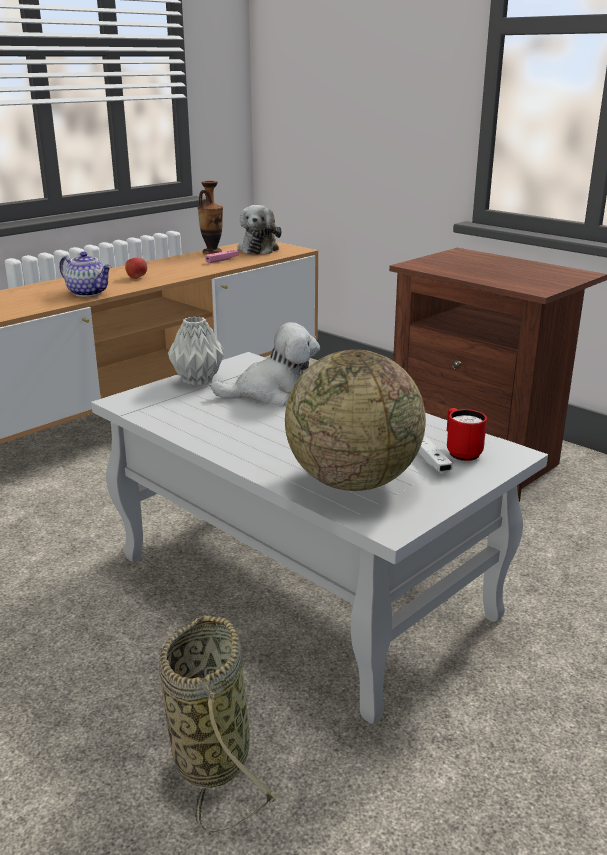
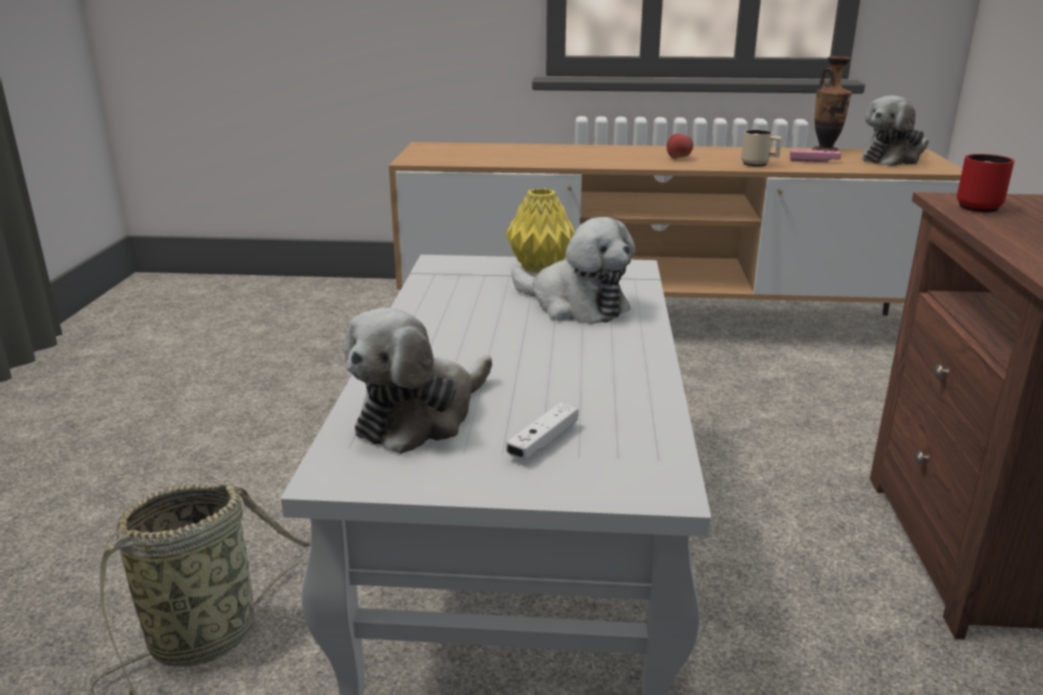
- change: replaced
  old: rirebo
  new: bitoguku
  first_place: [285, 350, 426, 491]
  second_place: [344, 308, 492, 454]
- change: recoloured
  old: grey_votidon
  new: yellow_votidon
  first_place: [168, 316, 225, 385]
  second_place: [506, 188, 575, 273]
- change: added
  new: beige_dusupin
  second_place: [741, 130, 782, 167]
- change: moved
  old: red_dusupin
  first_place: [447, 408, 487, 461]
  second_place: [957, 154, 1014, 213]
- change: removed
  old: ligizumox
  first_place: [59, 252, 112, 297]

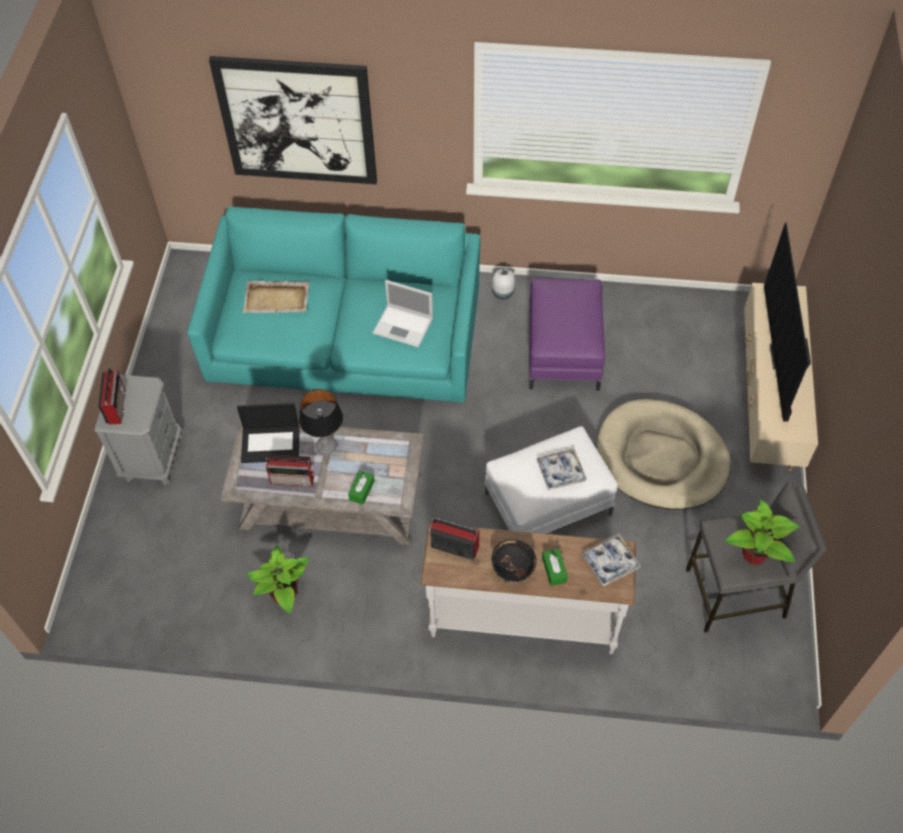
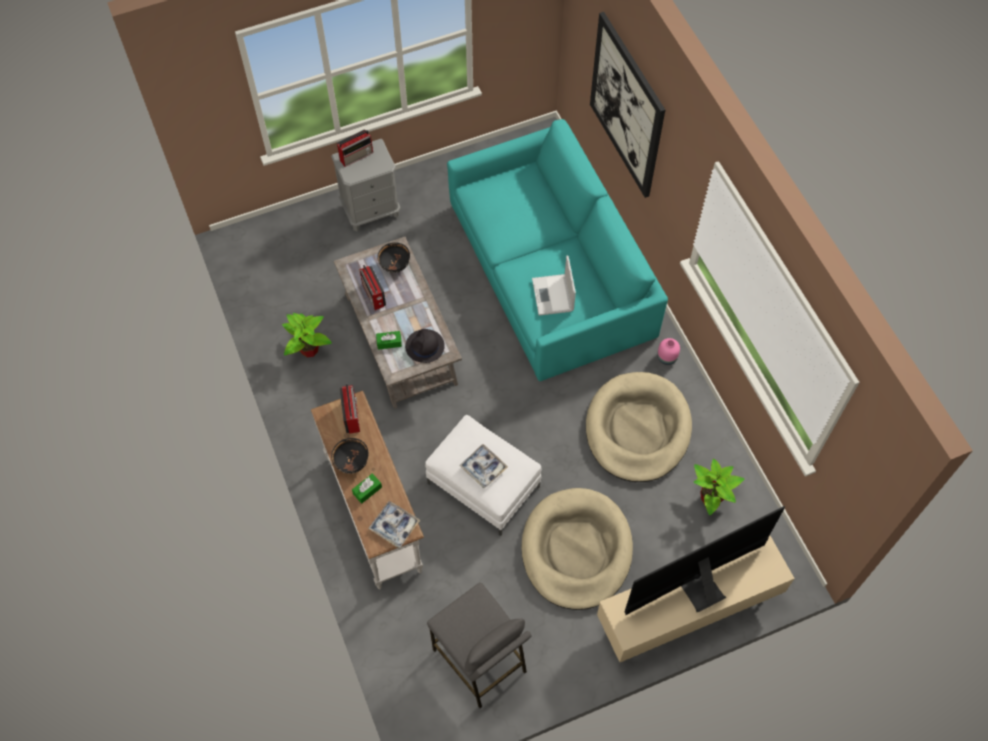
- change: replaced
  old: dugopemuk
  new: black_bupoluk
  first_place: [237, 403, 300, 463]
  second_place: [377, 242, 410, 273]
- change: added
  new: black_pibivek
  second_place: [405, 329, 445, 363]
- change: replaced
  old: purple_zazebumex
  new: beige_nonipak
  first_place: [529, 278, 605, 391]
  second_place: [586, 372, 692, 482]
- change: recoloured
  old: white_votidon
  new: pink_votidon
  first_place: [492, 269, 515, 299]
  second_place: [657, 338, 680, 365]
- change: moved
  old: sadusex
  first_place: [725, 500, 800, 565]
  second_place: [694, 458, 744, 515]
- change: removed
  old: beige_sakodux
  first_place: [243, 281, 309, 313]
- change: removed
  old: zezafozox
  first_place: [299, 389, 343, 455]

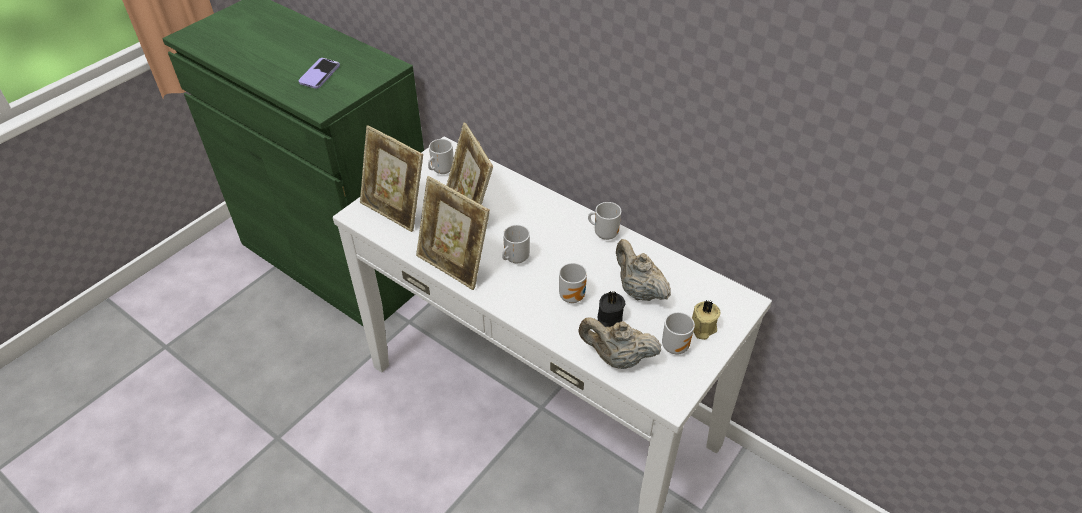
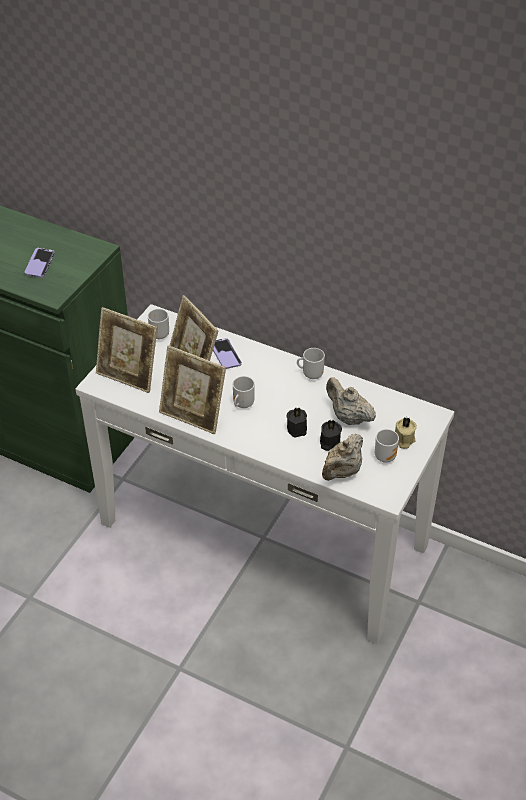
- change: added
  new: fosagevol
  second_place: [213, 338, 242, 369]
- change: replaced
  old: dusupin
  new: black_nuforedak
  first_place: [559, 263, 587, 303]
  second_place: [286, 408, 307, 437]
- change: turned
  old: beige_ligizumox
  first_place: [578, 317, 662, 369]
  second_place: [322, 434, 363, 481]
  degrees: -60

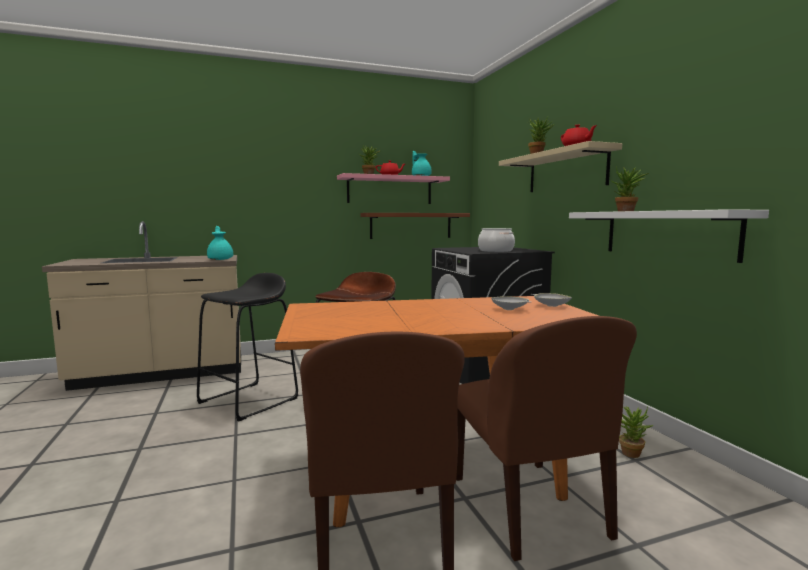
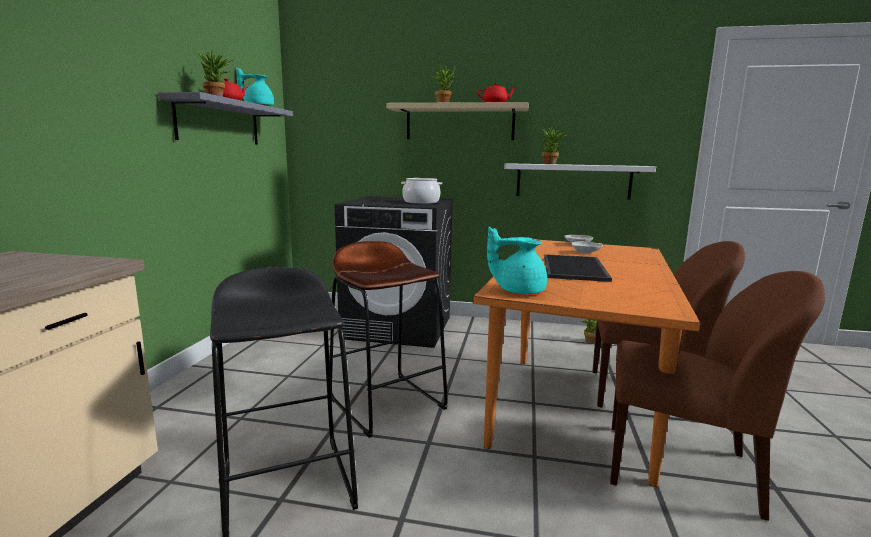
- change: recoloured
  old: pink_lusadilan
  new: grey_lusadilan
  first_place: [337, 173, 450, 204]
  second_place: [158, 92, 293, 145]
- change: moved
  old: turquoise_ligizumox
  first_place: [207, 226, 233, 260]
  second_place: [487, 227, 547, 294]
- change: added
  new: sakodux
  second_place: [544, 254, 612, 282]
- change: removed
  old: brown_lusadilan
  first_place: [360, 213, 470, 239]

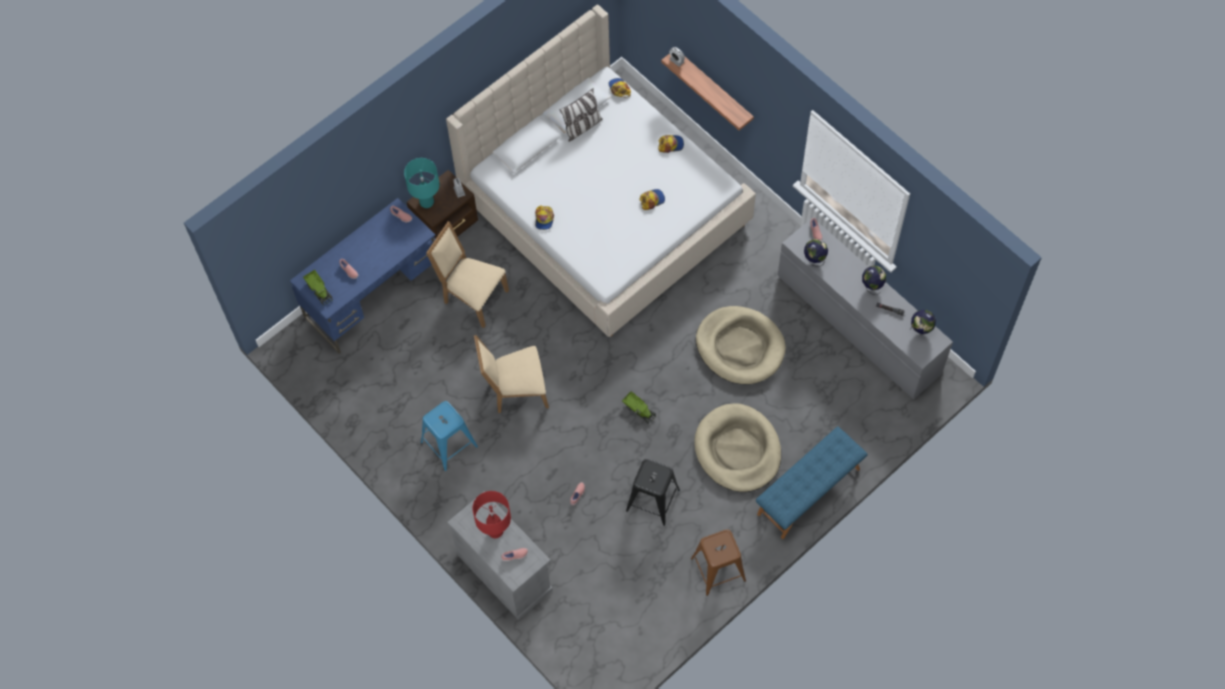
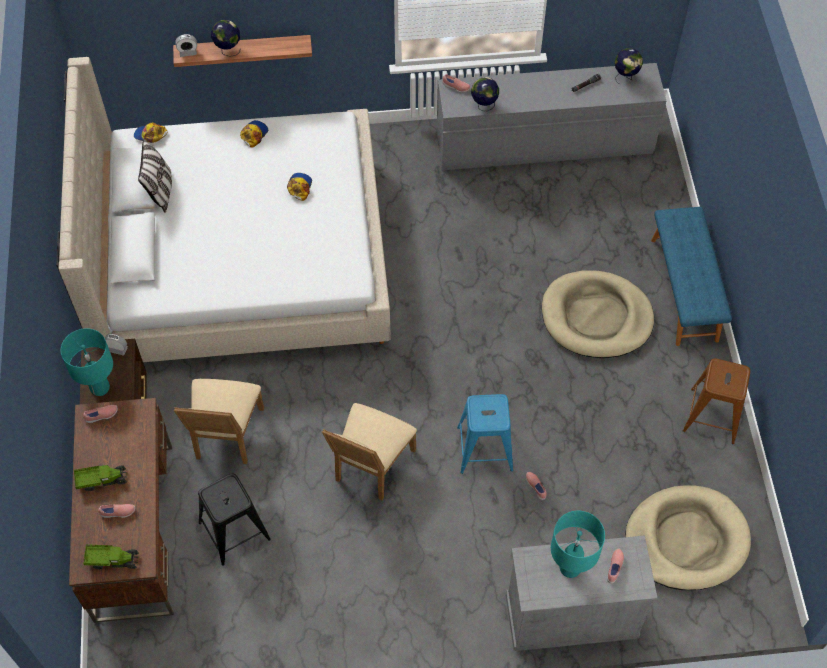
- change: recoloured
  old: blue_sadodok
  new: brown_sadodok
  first_place: [290, 198, 435, 354]
  second_place: [69, 398, 174, 623]
- change: moved
  old: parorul
  first_place: [622, 391, 656, 424]
  second_place: [74, 465, 127, 491]
- change: turned
  old: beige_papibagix
  first_place: [426, 221, 509, 328]
  second_place: [173, 379, 264, 464]
  degrees: -60
- change: moved
  old: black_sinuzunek
  first_place: [626, 459, 680, 526]
  second_place: [198, 474, 271, 566]
- change: moved
  old: rirebo
  first_place: [862, 266, 886, 295]
  second_place: [211, 20, 241, 57]
- change: moved
  old: blue_sinuzunek
  first_place: [421, 401, 478, 471]
  second_place: [457, 394, 513, 474]
- change: recoloured
  old: red_zezafozox
  new: turquoise_zezafozox
  first_place: [473, 491, 511, 538]
  second_place: [551, 511, 605, 578]
- change: moved
  old: beige_nonipak
  first_place: [696, 306, 786, 384]
  second_place: [625, 485, 751, 590]
- change: removed
  old: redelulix
  first_place: [535, 205, 554, 230]

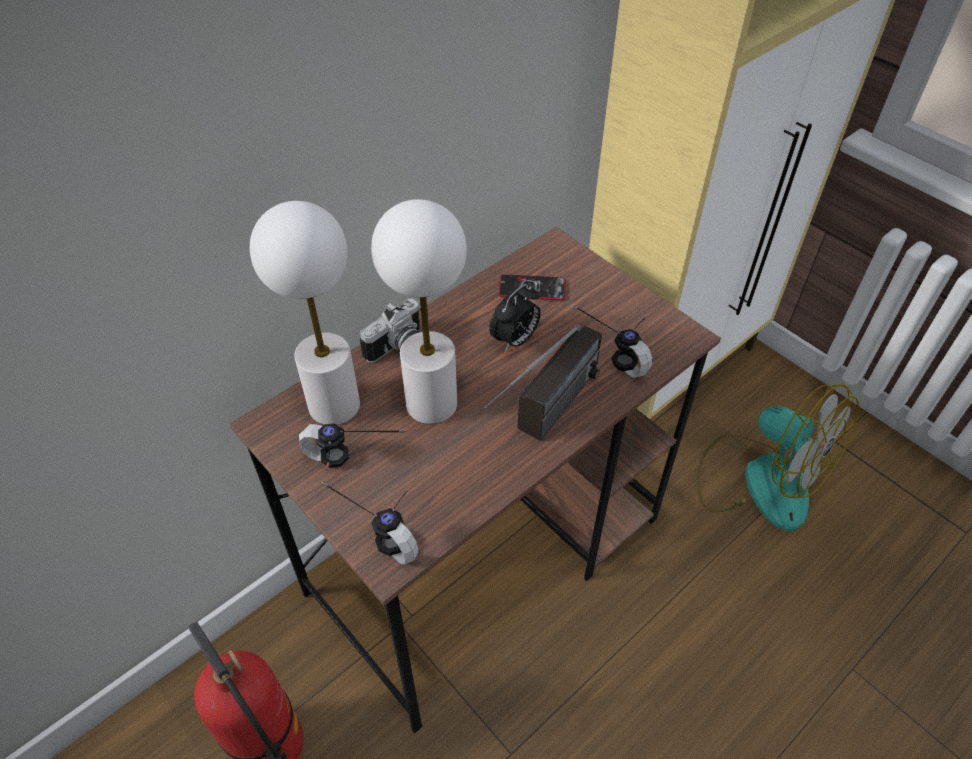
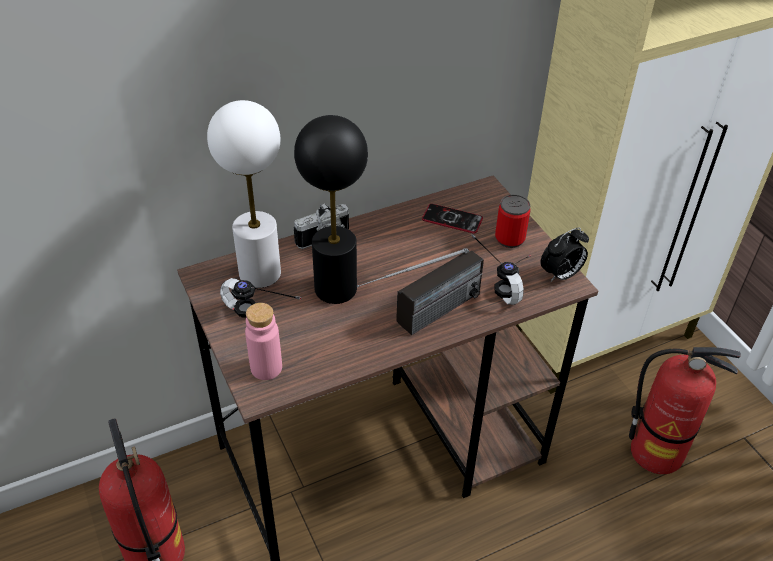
- change: replaced
  old: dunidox
  new: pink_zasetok
  first_place: [321, 481, 419, 564]
  second_place: [245, 303, 282, 380]
- change: recoloured
  old: white_zezafozox
  new: black_zezafozox
  first_place: [371, 199, 467, 424]
  second_place: [294, 115, 368, 304]
- change: added
  new: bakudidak
  second_place: [495, 195, 531, 248]
- change: moved
  old: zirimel
  first_place: [489, 284, 540, 351]
  second_place: [541, 227, 589, 282]
- change: replaced
  old: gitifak
  new: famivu
  first_place: [696, 384, 859, 531]
  second_place: [629, 347, 741, 474]

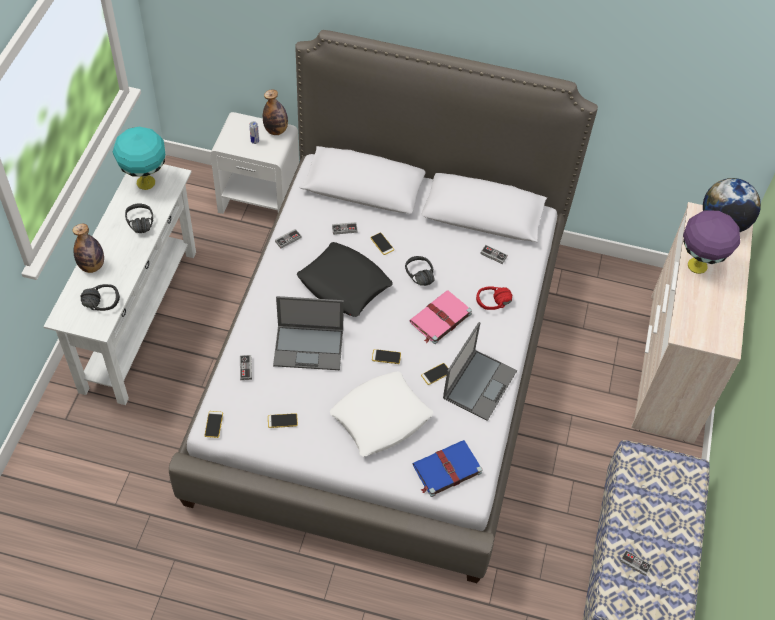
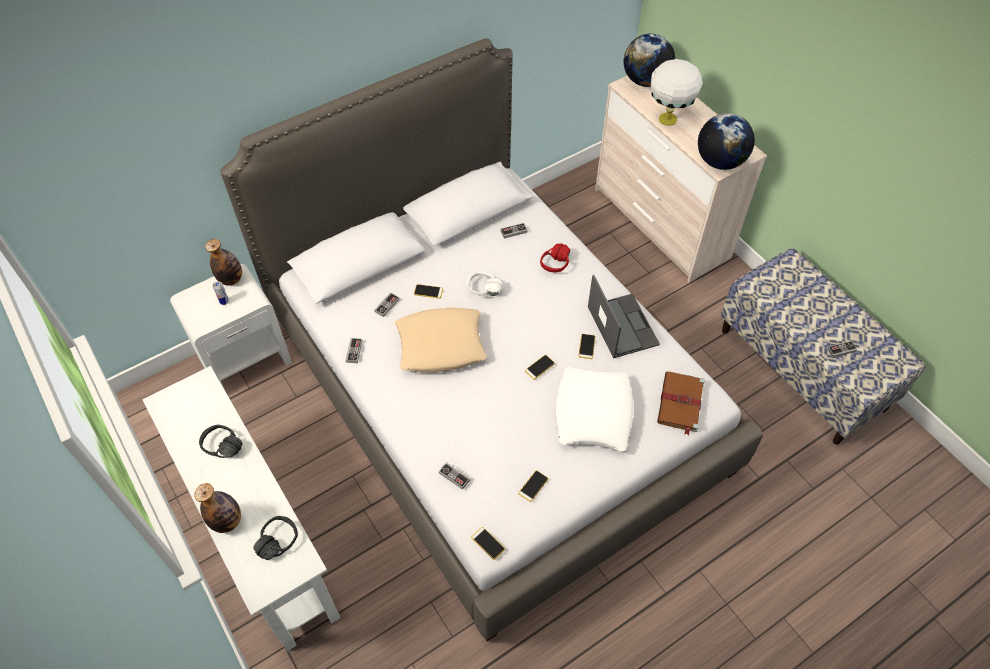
- change: recoloured
  old: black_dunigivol
  new: beige_dunigivol
  first_place: [297, 242, 393, 317]
  second_place: [395, 308, 487, 372]
- change: recoloured
  old: black_dunidox
  new: white_dunidox
  first_place: [405, 256, 435, 286]
  second_place: [466, 272, 503, 297]
- change: recoloured
  old: purple_zezafozox
  new: white_zezafozox
  first_place: [683, 210, 740, 274]
  second_place: [651, 59, 703, 126]
- change: recoloured
  old: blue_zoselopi
  new: brown_zoselopi
  first_place: [413, 440, 483, 497]
  second_place: [657, 372, 705, 435]
- change: added
  new: rirebo
  second_place: [698, 113, 755, 170]
- change: removed
  old: turquoise_zezafozox
  first_place: [113, 127, 165, 190]
- change: removed
  old: dugopemuk
  first_place: [273, 296, 344, 370]
- change: removed
  old: pink_zoselopi
  first_place: [409, 290, 472, 344]

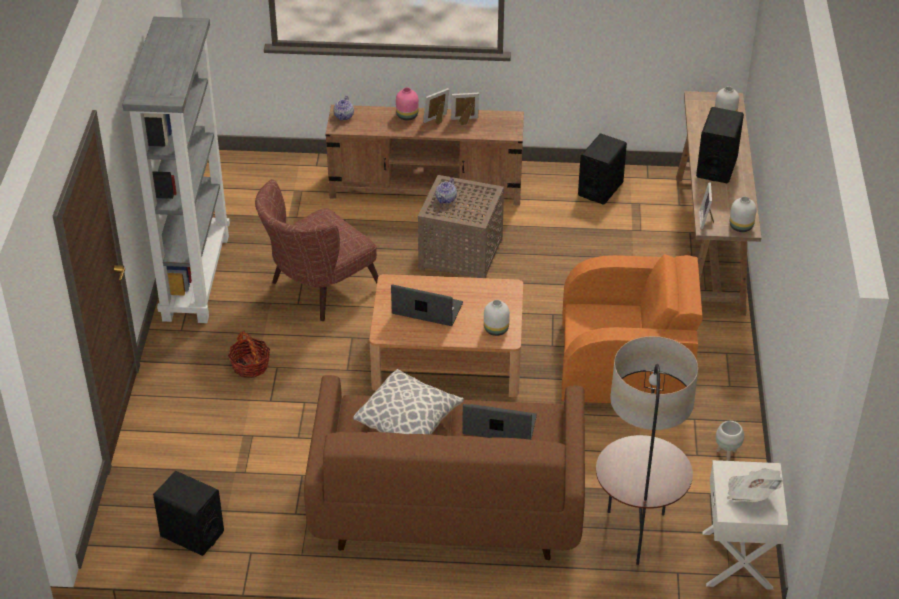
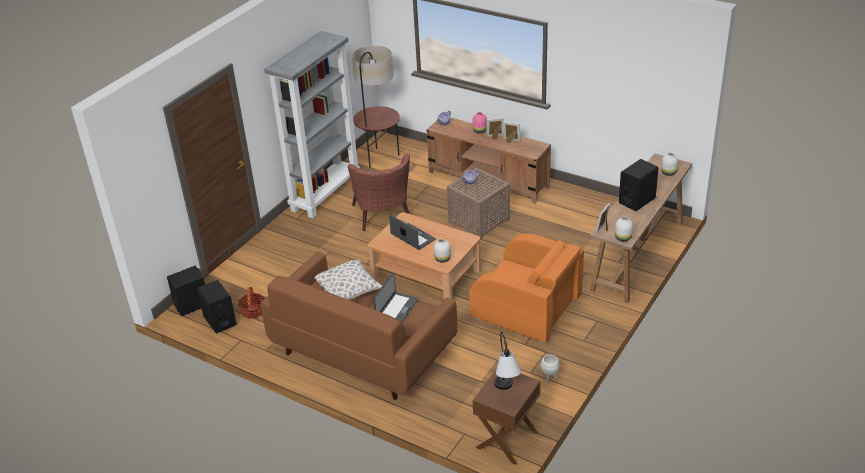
- change: moved
  old: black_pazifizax
  first_place: [578, 134, 627, 205]
  second_place: [167, 266, 205, 316]
- change: moved
  old: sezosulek
  first_place: [228, 331, 270, 378]
  second_place: [238, 287, 265, 319]
- change: turned
  old: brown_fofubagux
  first_place: [255, 179, 379, 321]
  second_place: [348, 154, 410, 231]
  degrees: -90
- change: moved
  old: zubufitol
  first_place: [596, 336, 698, 565]
  second_place: [352, 46, 400, 168]
- change: turned
  old: dugopemuk
  first_place: [462, 404, 537, 440]
  second_place: [373, 272, 419, 323]
  degrees: 75
- change: recoloured
  old: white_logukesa
  new: brown_logukesa
  first_place: [702, 460, 788, 590]
  second_place: [472, 370, 540, 465]
- change: replaced
  old: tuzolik
  new: zezafozox
  first_place: [727, 468, 783, 502]
  second_place: [494, 332, 521, 390]

